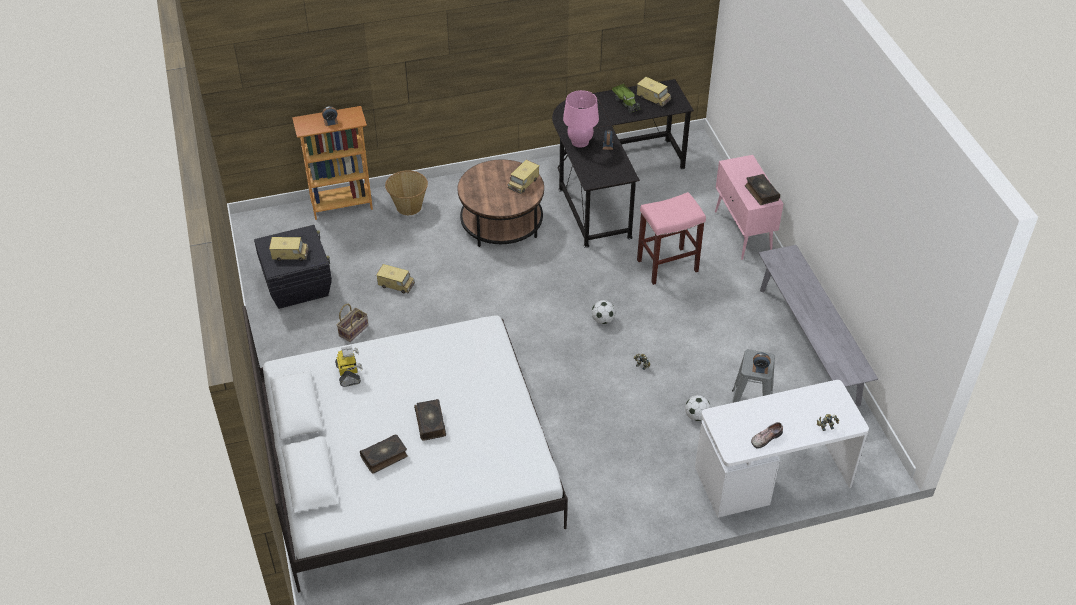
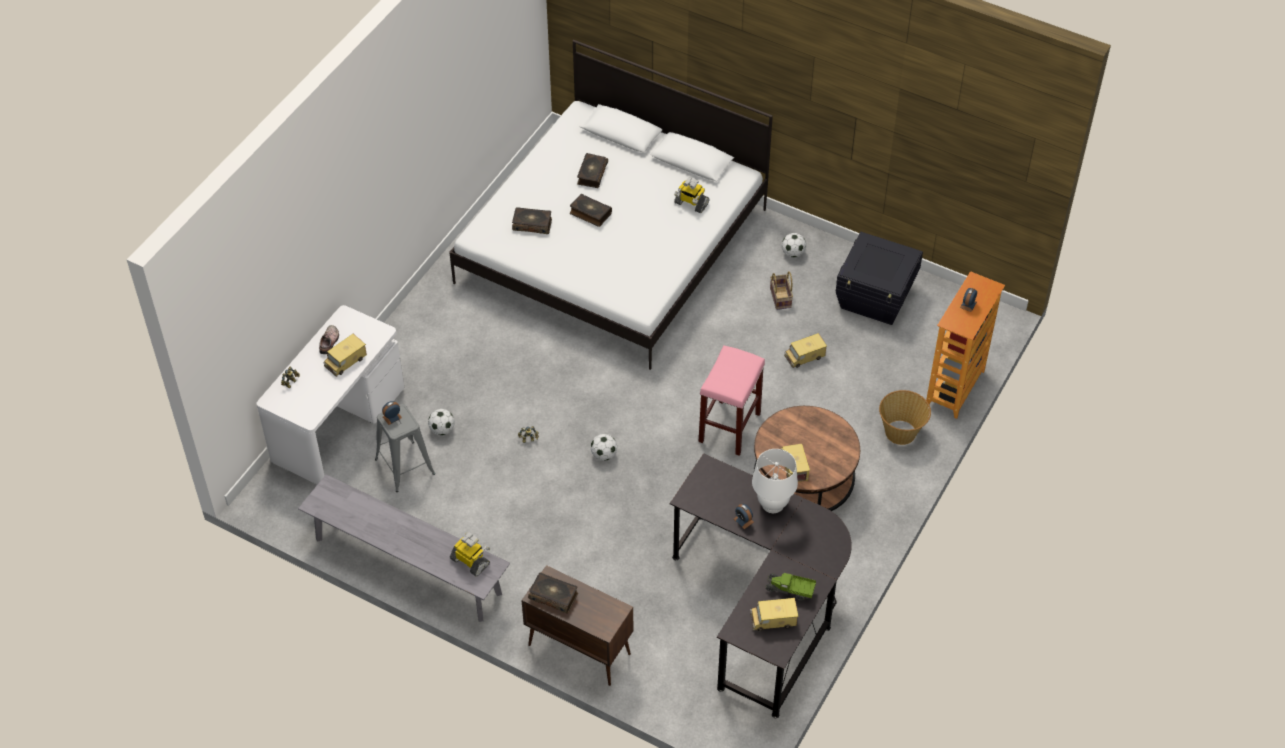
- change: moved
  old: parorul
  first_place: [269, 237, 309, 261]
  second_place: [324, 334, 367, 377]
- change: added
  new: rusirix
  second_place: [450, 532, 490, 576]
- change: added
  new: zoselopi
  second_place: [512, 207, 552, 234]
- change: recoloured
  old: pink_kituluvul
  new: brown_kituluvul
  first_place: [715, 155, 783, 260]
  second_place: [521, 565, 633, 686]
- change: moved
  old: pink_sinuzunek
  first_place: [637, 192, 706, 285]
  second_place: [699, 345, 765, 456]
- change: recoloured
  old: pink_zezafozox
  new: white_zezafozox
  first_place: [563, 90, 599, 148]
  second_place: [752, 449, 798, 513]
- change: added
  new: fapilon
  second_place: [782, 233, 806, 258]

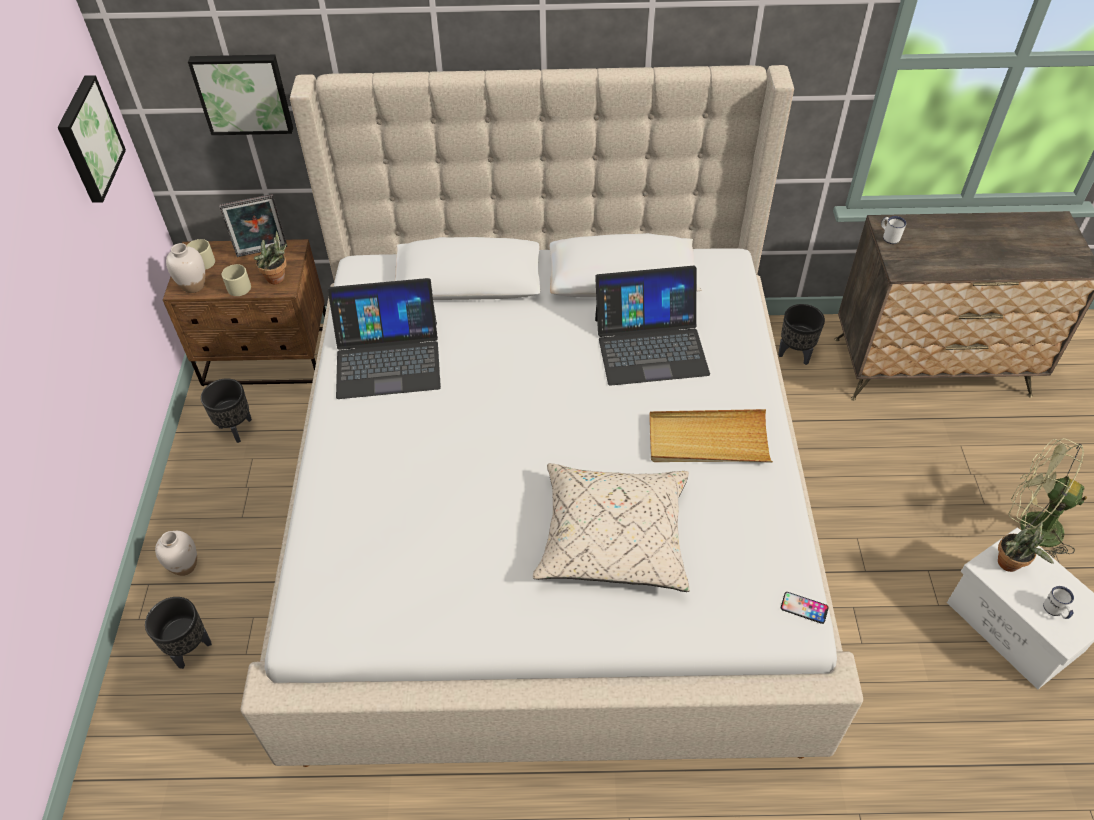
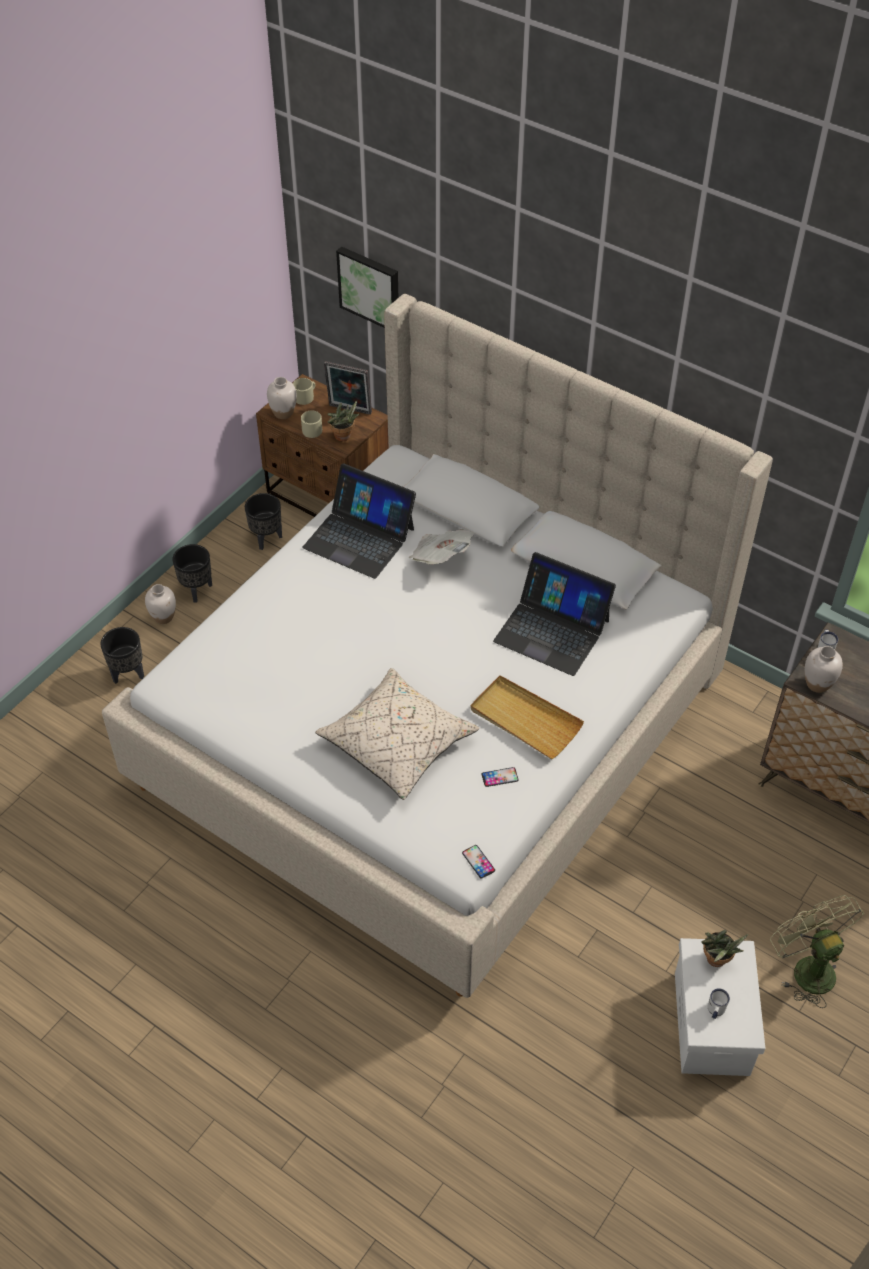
- change: moved
  old: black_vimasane
  first_place: [778, 304, 825, 365]
  second_place: [172, 544, 212, 603]
- change: added
  new: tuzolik
  second_place: [409, 529, 474, 564]
- change: added
  new: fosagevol
  second_place: [482, 767, 519, 787]
- change: added
  new: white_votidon
  second_place: [805, 646, 843, 693]
- change: removed
  old: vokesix
  first_place: [58, 75, 126, 203]

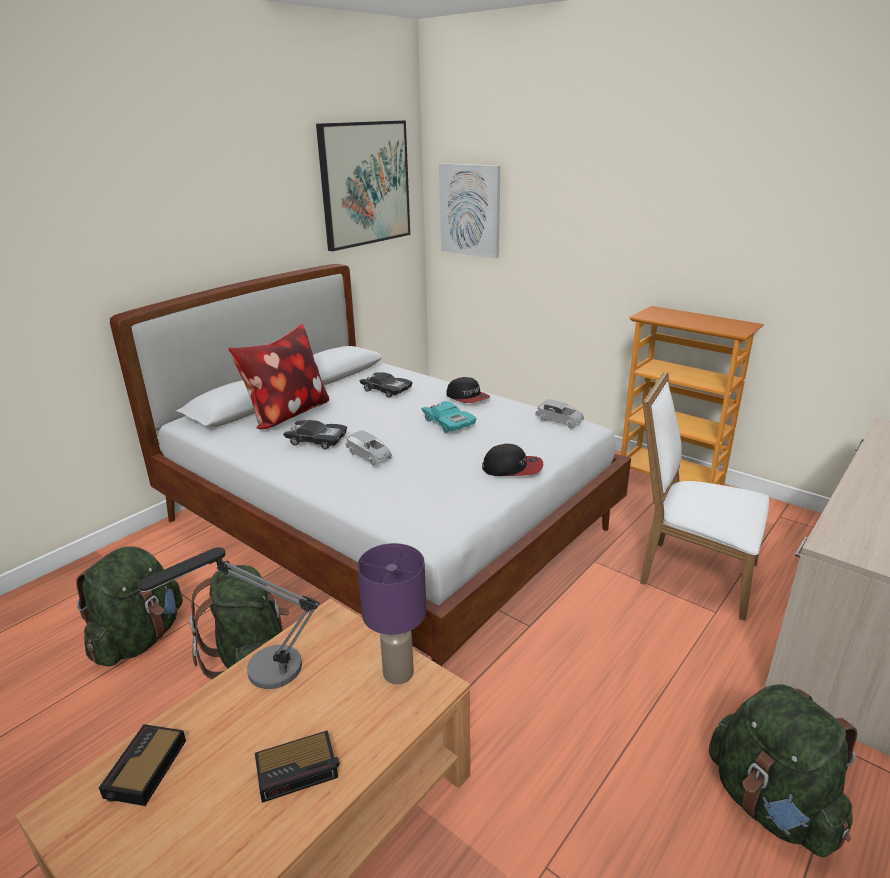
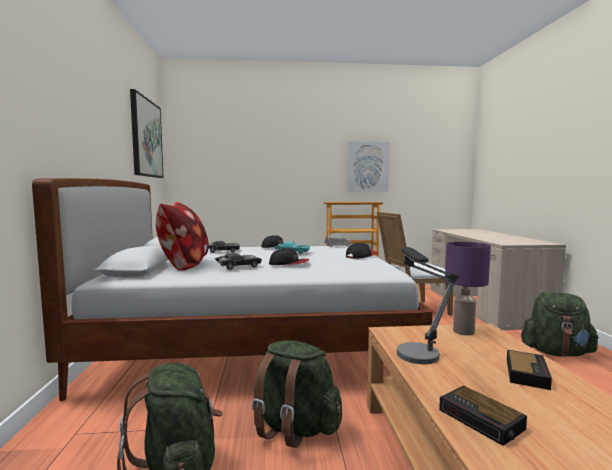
- change: replaced
  old: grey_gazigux
  new: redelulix
  first_place: [346, 430, 392, 466]
  second_place: [269, 248, 309, 265]
- change: moved
  old: vokesix
  first_place: [439, 163, 500, 258]
  second_place: [347, 141, 390, 192]

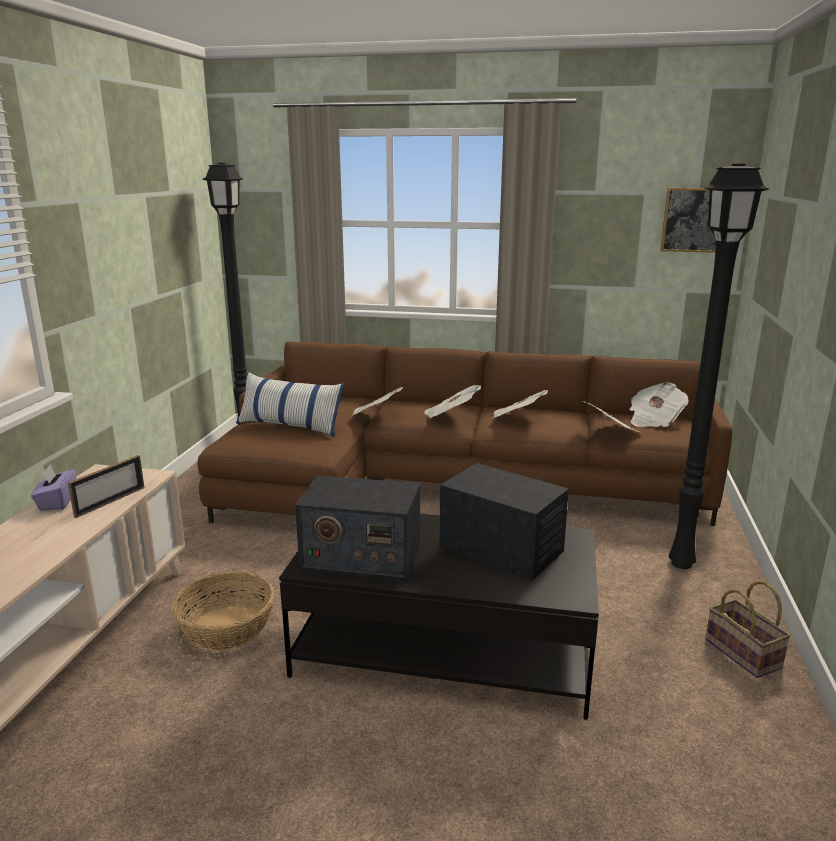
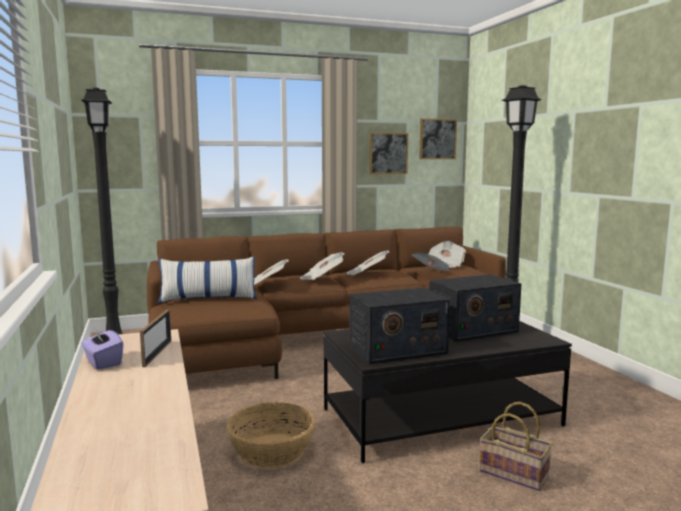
- change: added
  new: vokesix
  second_place: [369, 133, 408, 174]
- change: turned
  old: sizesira
  first_place: [439, 463, 569, 581]
  second_place: [429, 274, 522, 342]
  degrees: 150
- change: moved
  old: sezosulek
  first_place: [705, 581, 791, 678]
  second_place: [480, 402, 553, 491]

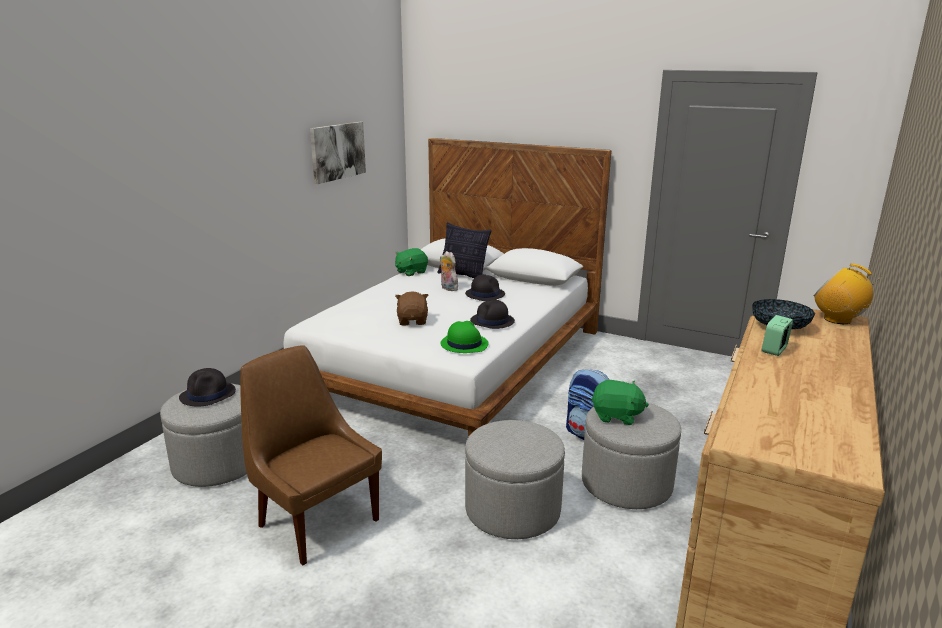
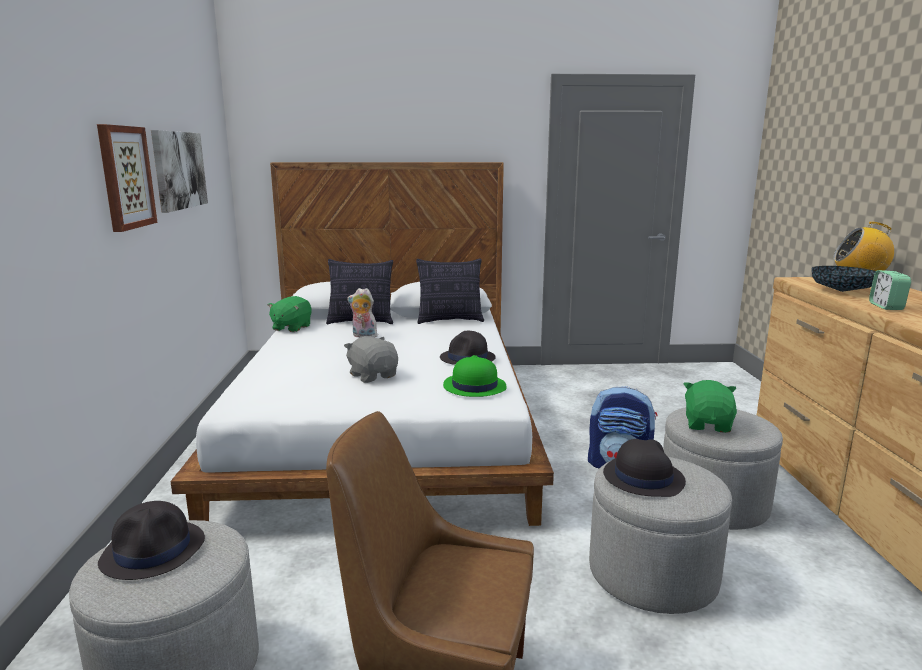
- change: added
  new: vokesix
  second_place: [97, 124, 158, 232]
- change: recoloured
  old: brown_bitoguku
  new: grey_bitoguku
  first_place: [395, 291, 428, 325]
  second_place: [344, 336, 398, 383]
- change: added
  new: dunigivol
  second_place: [416, 258, 484, 324]
- change: moved
  old: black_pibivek
  first_place: [465, 274, 505, 301]
  second_place: [603, 439, 686, 497]
- change: turned
  old: green_bitoguku
  first_place: [591, 380, 649, 425]
  second_place: [684, 380, 737, 433]
  degrees: -60

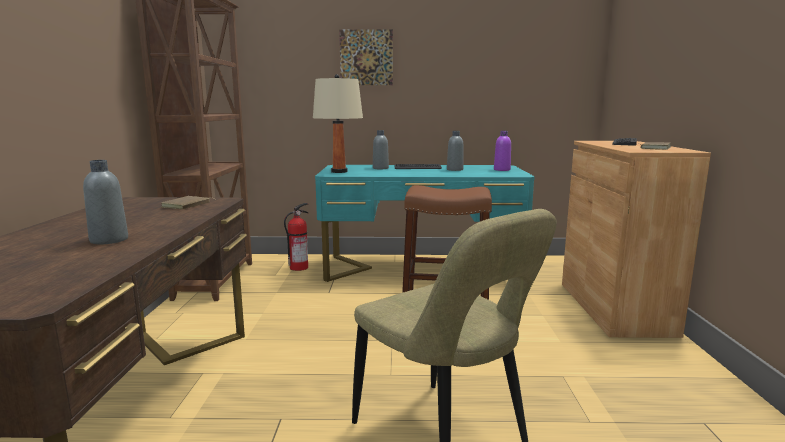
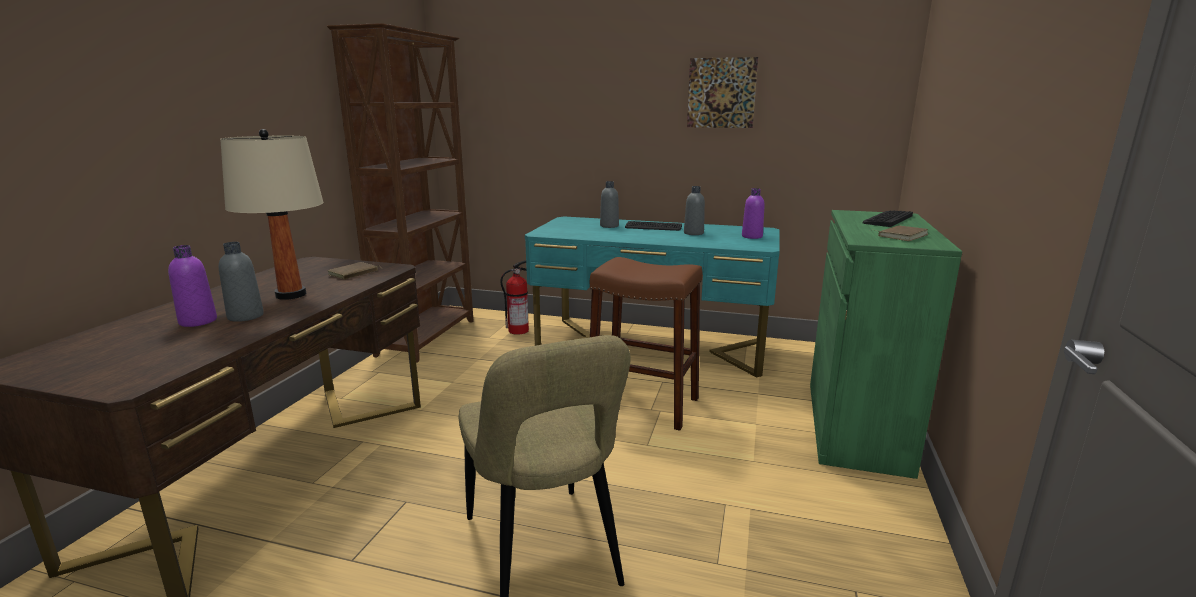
- change: added
  new: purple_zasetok
  second_place: [168, 245, 217, 327]
- change: moved
  old: beige_zezafozox
  first_place: [313, 74, 363, 173]
  second_place: [220, 129, 324, 300]
- change: moved
  old: vokesix
  first_place: [339, 29, 393, 85]
  second_place: [687, 57, 758, 128]
- change: recoloured
  old: brown_kituluvul
  new: green_kituluvul
  first_place: [562, 141, 711, 338]
  second_place: [810, 210, 962, 479]

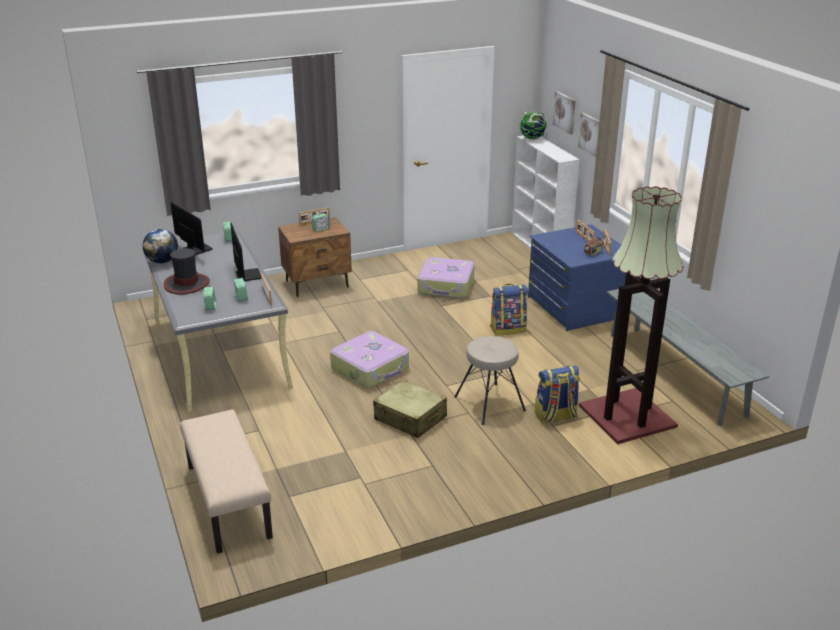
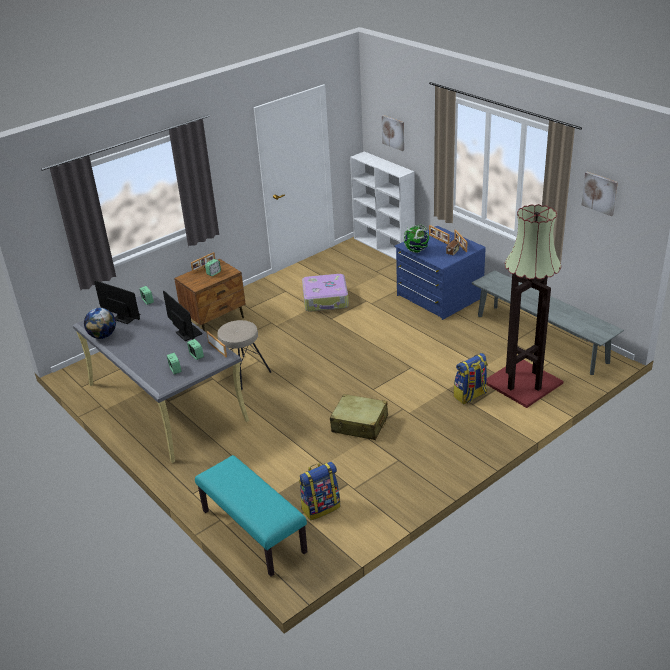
- change: recoloured
  old: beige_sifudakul
  new: turquoise_sifudakul
  first_place: [180, 409, 273, 554]
  second_place: [195, 455, 307, 576]
- change: moved
  old: beige_sinuzunek
  first_place: [454, 336, 526, 425]
  second_place: [217, 320, 271, 390]
- change: moved
  old: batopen
  first_place: [490, 284, 528, 335]
  second_place: [299, 461, 340, 520]
- change: moved
  old: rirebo
  first_place: [520, 111, 547, 140]
  second_place: [404, 224, 429, 253]
- change: moved
  old: vokesix
  first_place: [578, 113, 599, 157]
  second_place: [582, 172, 618, 216]
- change: removed
  old: pibivek
  first_place: [164, 248, 210, 295]
- change: removed
  old: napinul
  first_place: [330, 331, 409, 389]

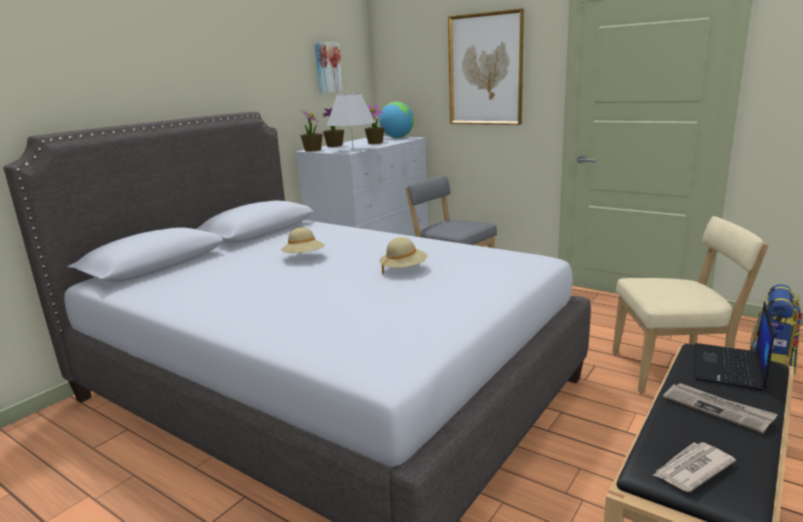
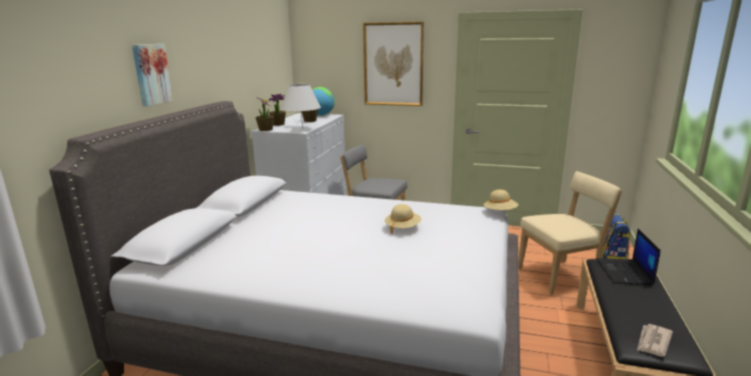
- change: moved
  old: vokesix
  first_place: [315, 42, 343, 94]
  second_place: [132, 44, 173, 106]
- change: moved
  old: beige_pibivek
  first_place: [281, 228, 325, 253]
  second_place: [483, 190, 518, 210]
- change: removed
  old: tuzolik
  first_place: [663, 383, 778, 434]

